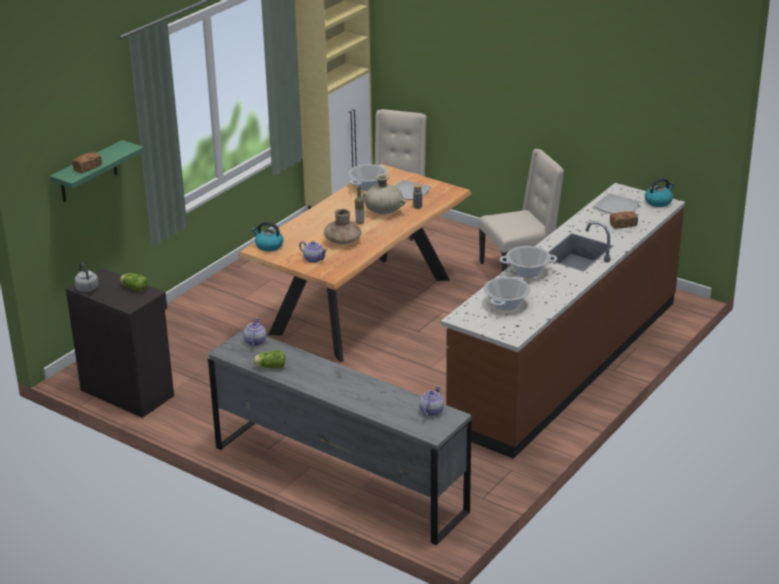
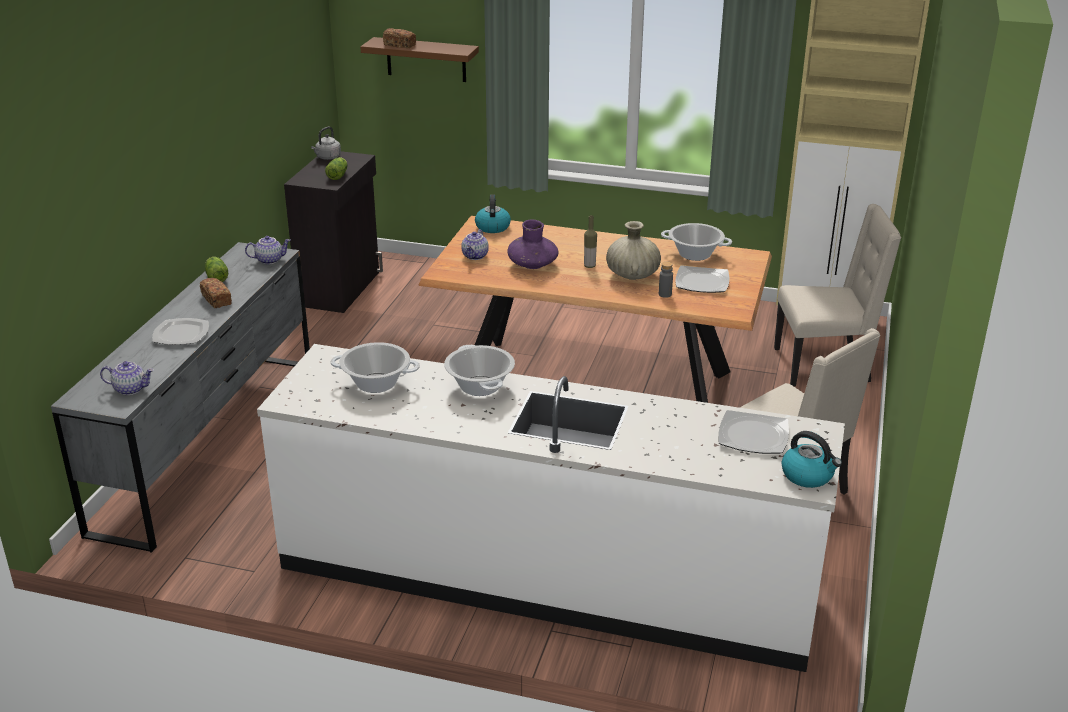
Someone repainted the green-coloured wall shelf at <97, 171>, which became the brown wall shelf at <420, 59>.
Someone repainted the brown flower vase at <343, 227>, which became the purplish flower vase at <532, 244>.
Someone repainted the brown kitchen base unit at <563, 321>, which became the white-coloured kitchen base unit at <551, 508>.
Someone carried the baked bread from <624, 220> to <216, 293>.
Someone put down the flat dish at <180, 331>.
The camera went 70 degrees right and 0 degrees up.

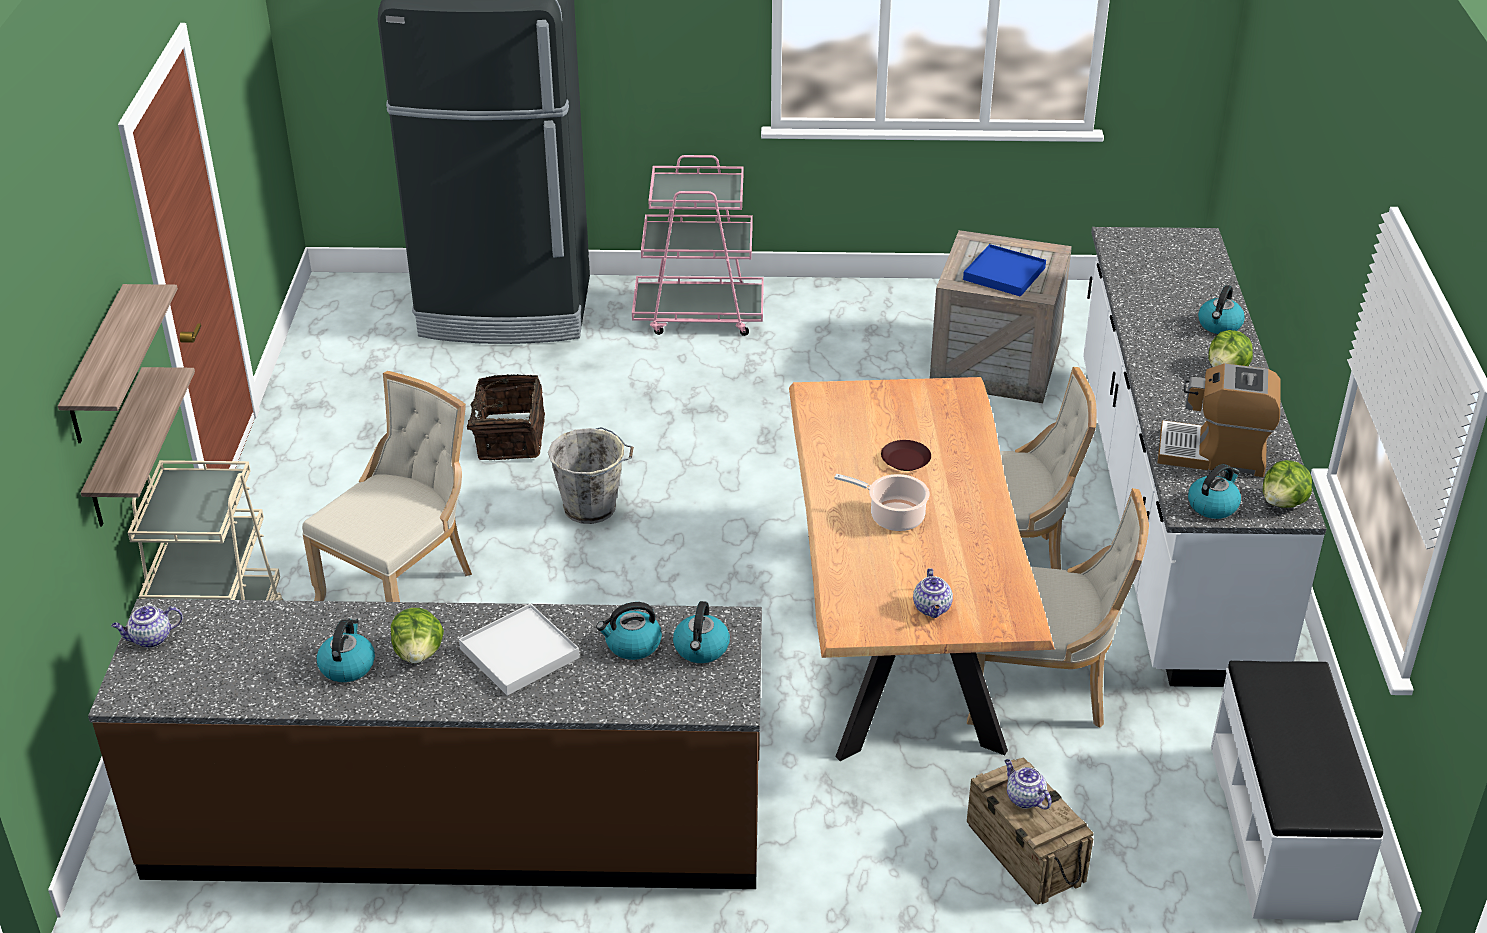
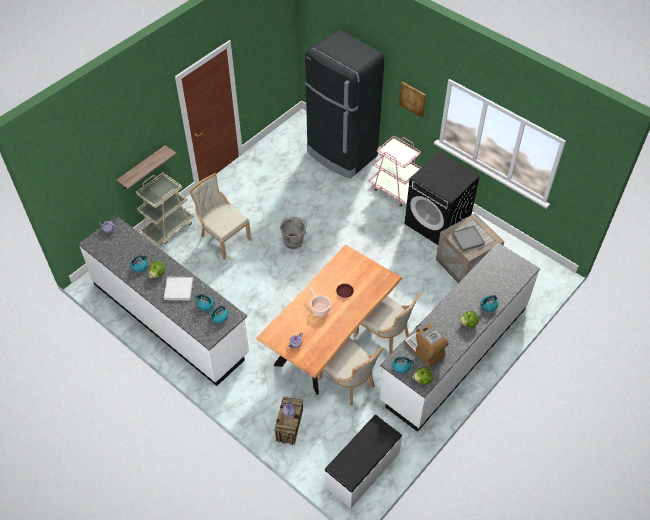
Someone took away the wall shelf at <118, 363>.
Someone repainted the brown kitchen base unit at <425, 744>, which became the white-coloured kitchen base unit at <164, 301>.
Someone rotated the beige-coloured upright chair at <387, 486> by 120 degrees counterclockwise.
Someone took away the household basket at <506, 417>.
Someone repainted the bluish serving tray at <1004, 270>, which became the greyish serving tray at <468, 239>.
Someone put up the picture at <412, 99>.
Someone put down the black-coloured washing machine at <442, 198>.
The camera went 40 degrees right and 15 degrees up.

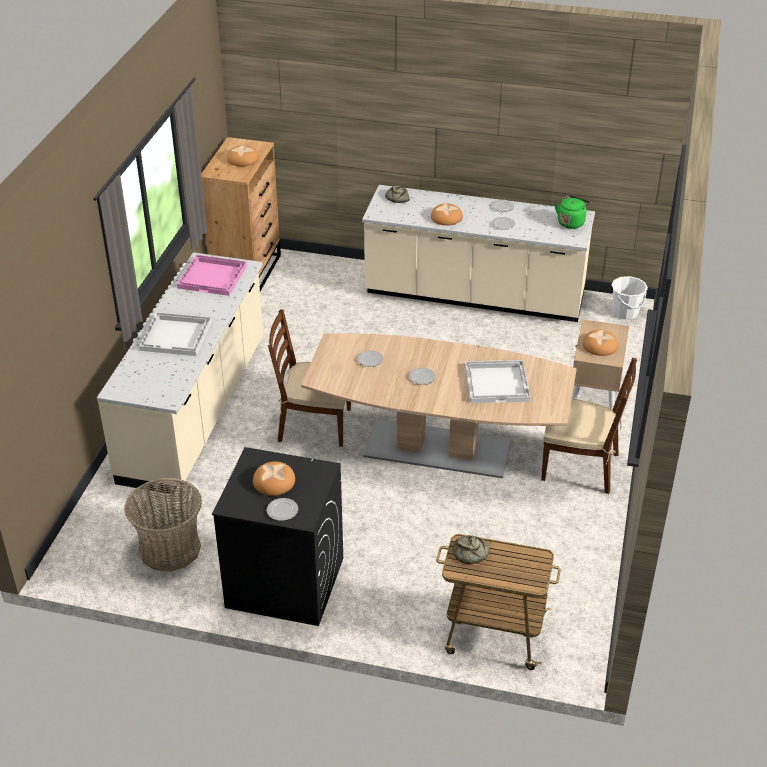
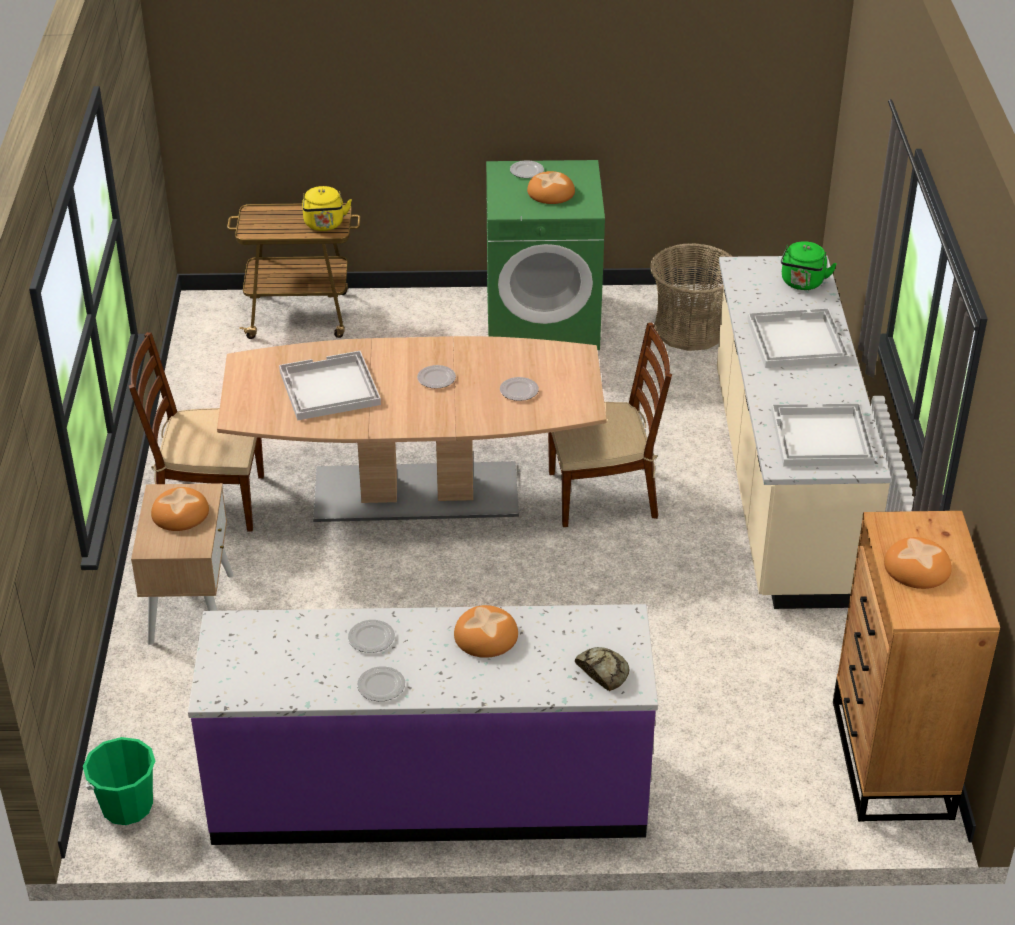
Someone repainted the pinkish serving tray at <212, 275>, which became the white-coloured serving tray at <823, 435>.
Someone repainted the black-coloured washing machine at <277, 536>, which became the green-coloured washing machine at <545, 255>.
Someone repainted the beige-coloured kitchen base unit at <478, 253>, which became the purplish kitchen base unit at <423, 724>.
Someone swapped the baked bread at <471, 549> for the yellow water kettle at <327, 208>.
Someone carried the green-coloured water kettle from <572, 212> to <809, 265>.
Someone repainted the white-coloured water bucket at <630, 298>, which became the green-coloured water bucket at <119, 781>.
The camera went 165 degrees right and 0 degrees up.

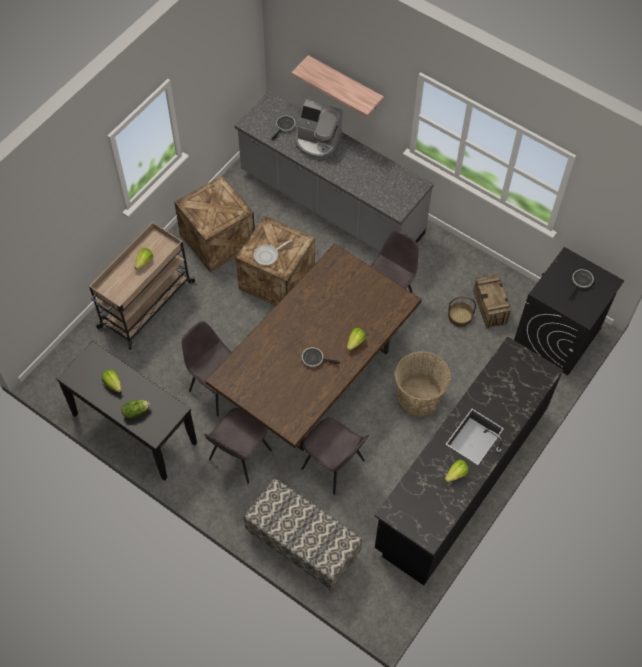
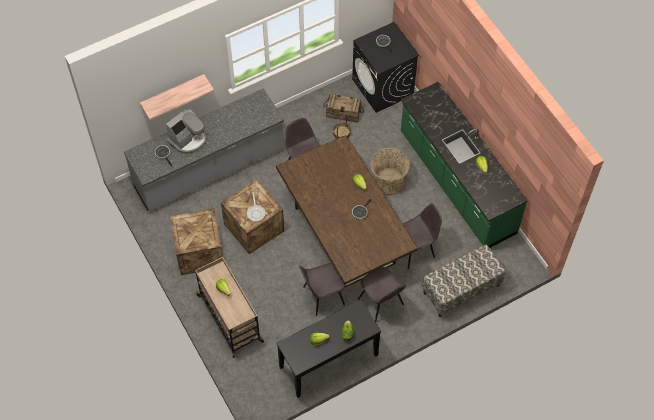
Someone repainted the black-coloured kitchen base unit at <469, 460>, which became the green-coloured kitchen base unit at <464, 165>.
The camera went 65 degrees left and 0 degrees up.

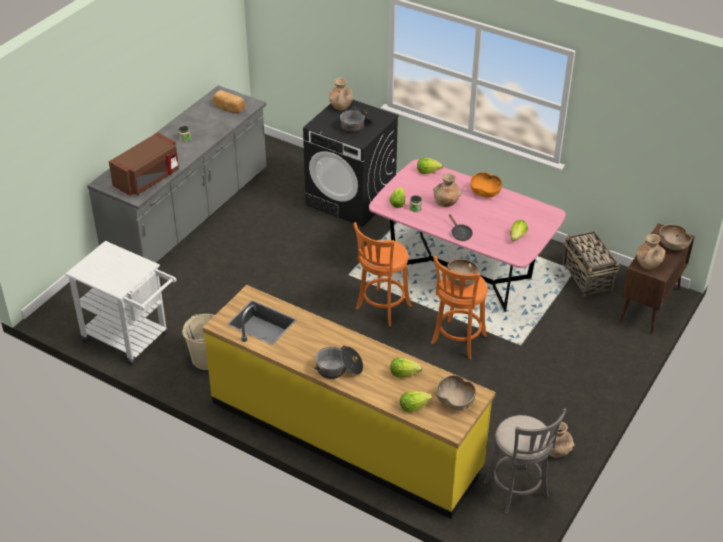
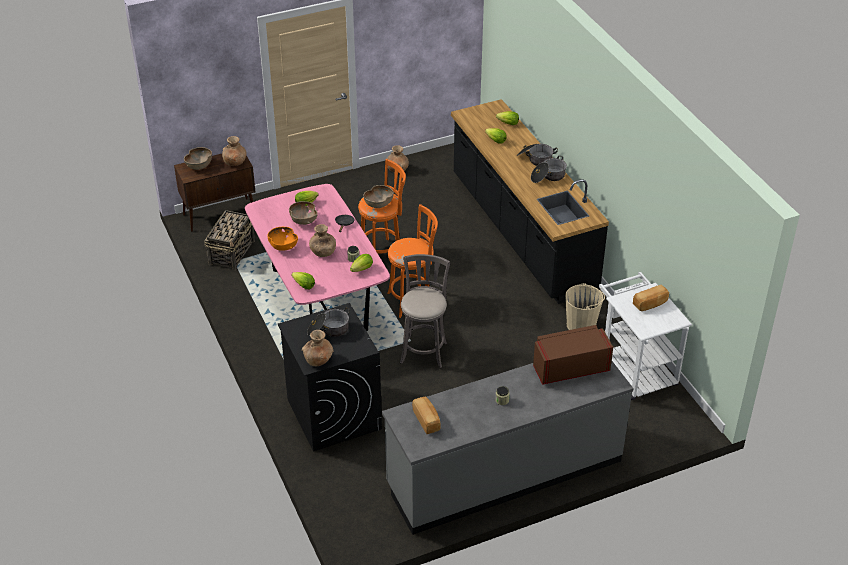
Someone repainted the yellow kitchen base unit at <349, 402>, which became the black-coloured kitchen base unit at <530, 201>.
Someone carried the brown serving bowl from <456, 393> to <303, 213>.
Someone carried the greyish stool seat from <525, 461> to <425, 311>.
Someone put down the cooking pot at <549, 169>.
Someone put down the baked bread at <651, 298>.
The camera went 145 degrees left and 0 degrees up.

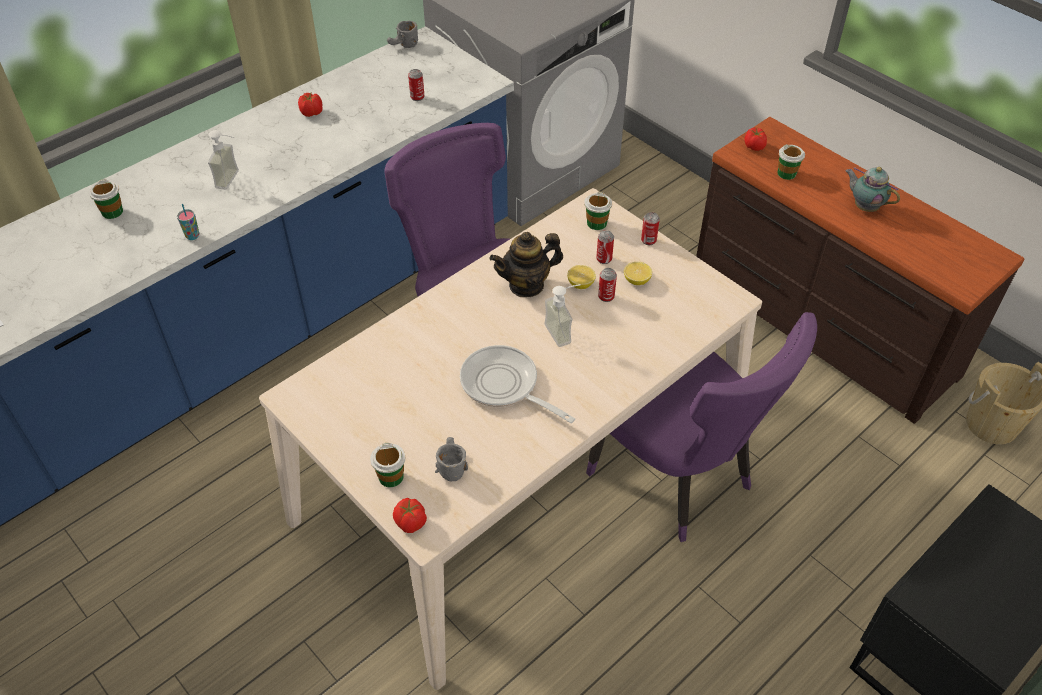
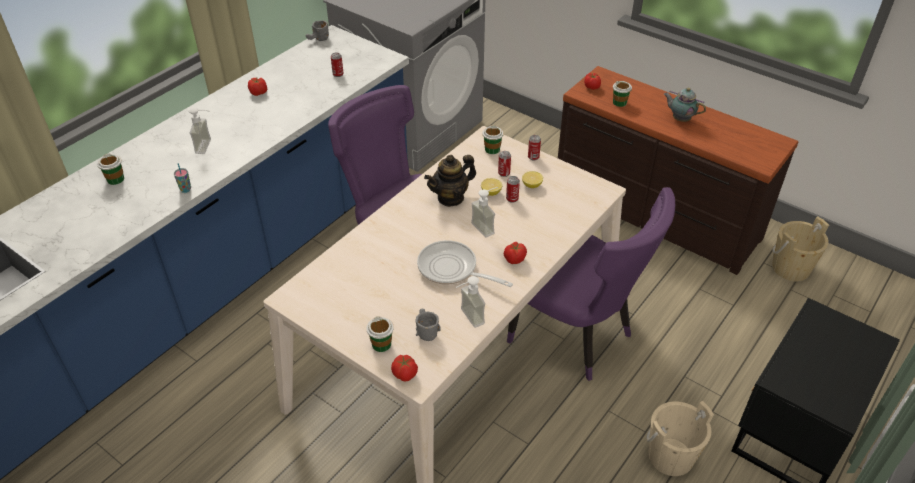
Someone put down the liquid soap bottle at <470, 302>.
Someone put down the tomato at <515, 253>.
Someone put down the beige-coloured water bucket at <680, 438>.
The camera went 10 degrees left and 5 degrees down.

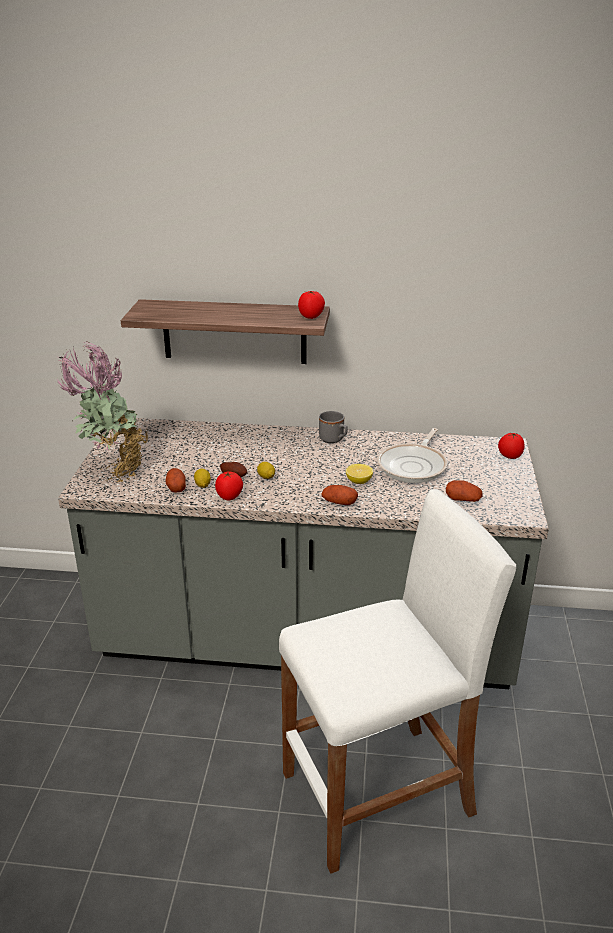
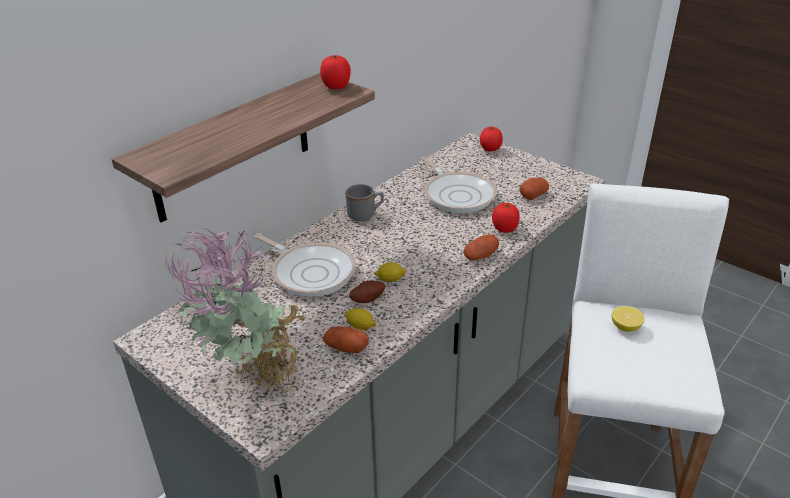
Someone carried the tomato from <229, 485> to <506, 218>.
Someone carried the lemon from <359, 474> to <628, 319>.
Someone put down the pan at <305, 265>.
The camera went 55 degrees left and 5 degrees up.

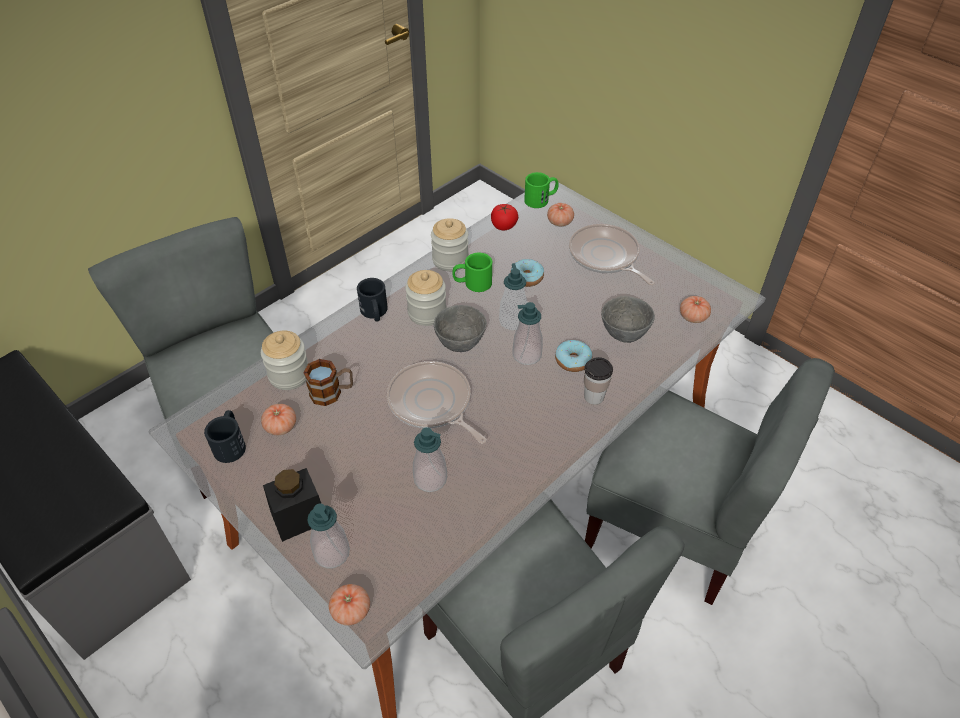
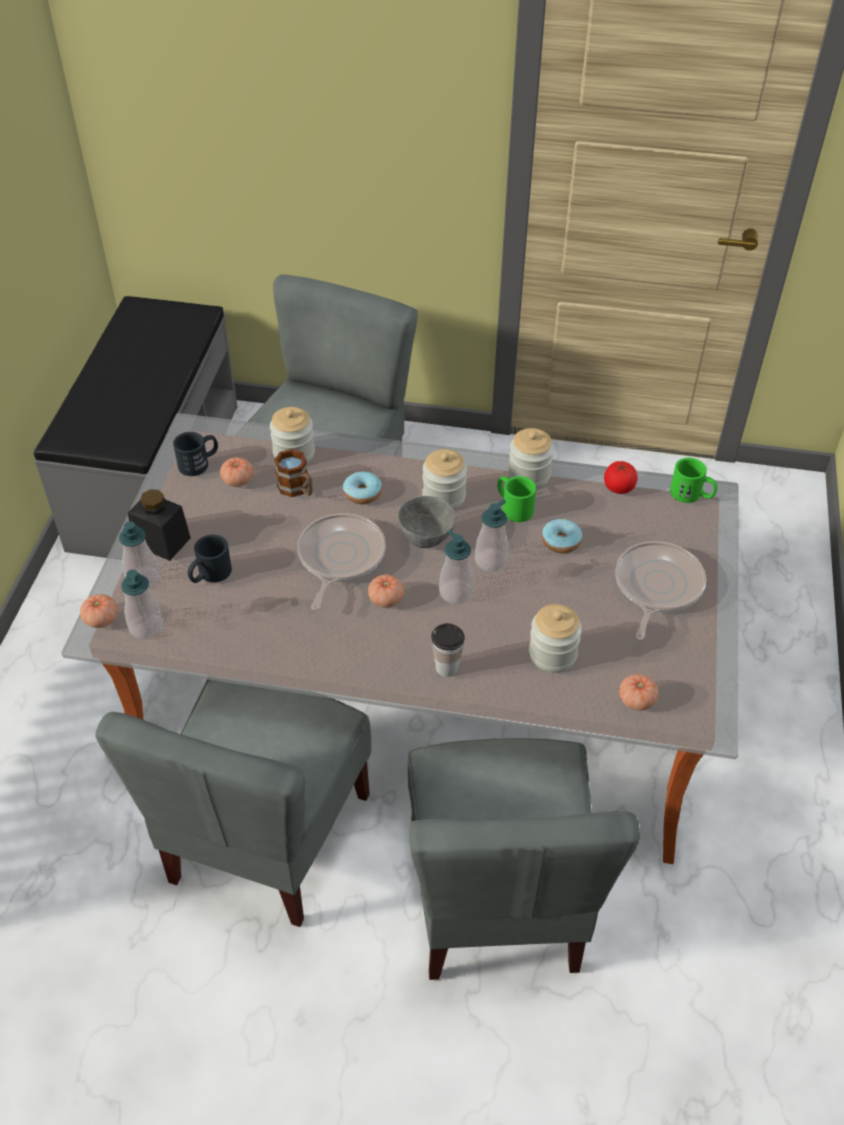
Someone carried the black-coloured coffee mug from <372, 299> to <210, 559>.
Someone carried the liquid soap bottle from <430, 459> to <142, 604>.
Someone carried the tomato from <560, 214> to <386, 591>.
Someone carried the doughnut from <573, 356> to <362, 487>.
Someone swapped the greyish serving bowl at <628, 319> for the jar at <555, 638>.
The camera went 55 degrees right and 0 degrees up.

